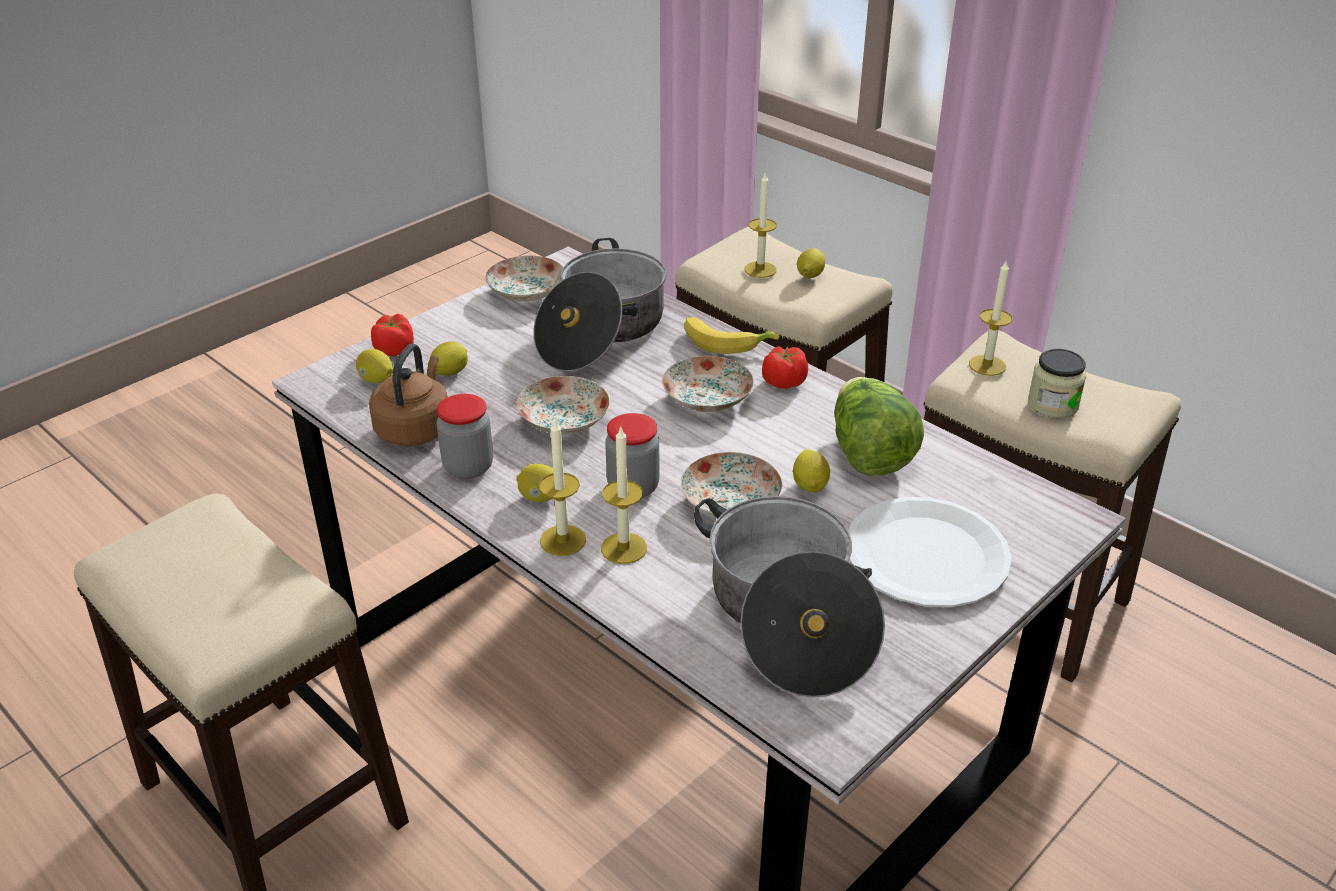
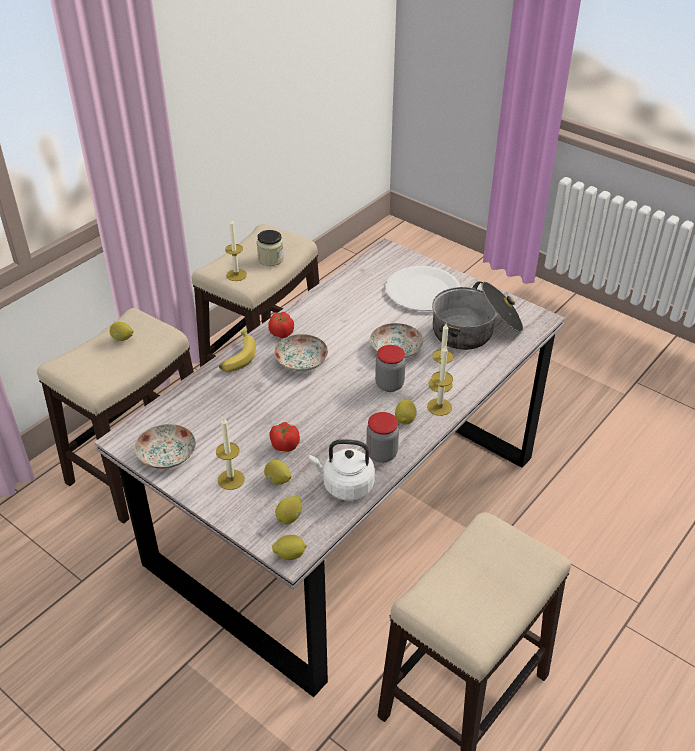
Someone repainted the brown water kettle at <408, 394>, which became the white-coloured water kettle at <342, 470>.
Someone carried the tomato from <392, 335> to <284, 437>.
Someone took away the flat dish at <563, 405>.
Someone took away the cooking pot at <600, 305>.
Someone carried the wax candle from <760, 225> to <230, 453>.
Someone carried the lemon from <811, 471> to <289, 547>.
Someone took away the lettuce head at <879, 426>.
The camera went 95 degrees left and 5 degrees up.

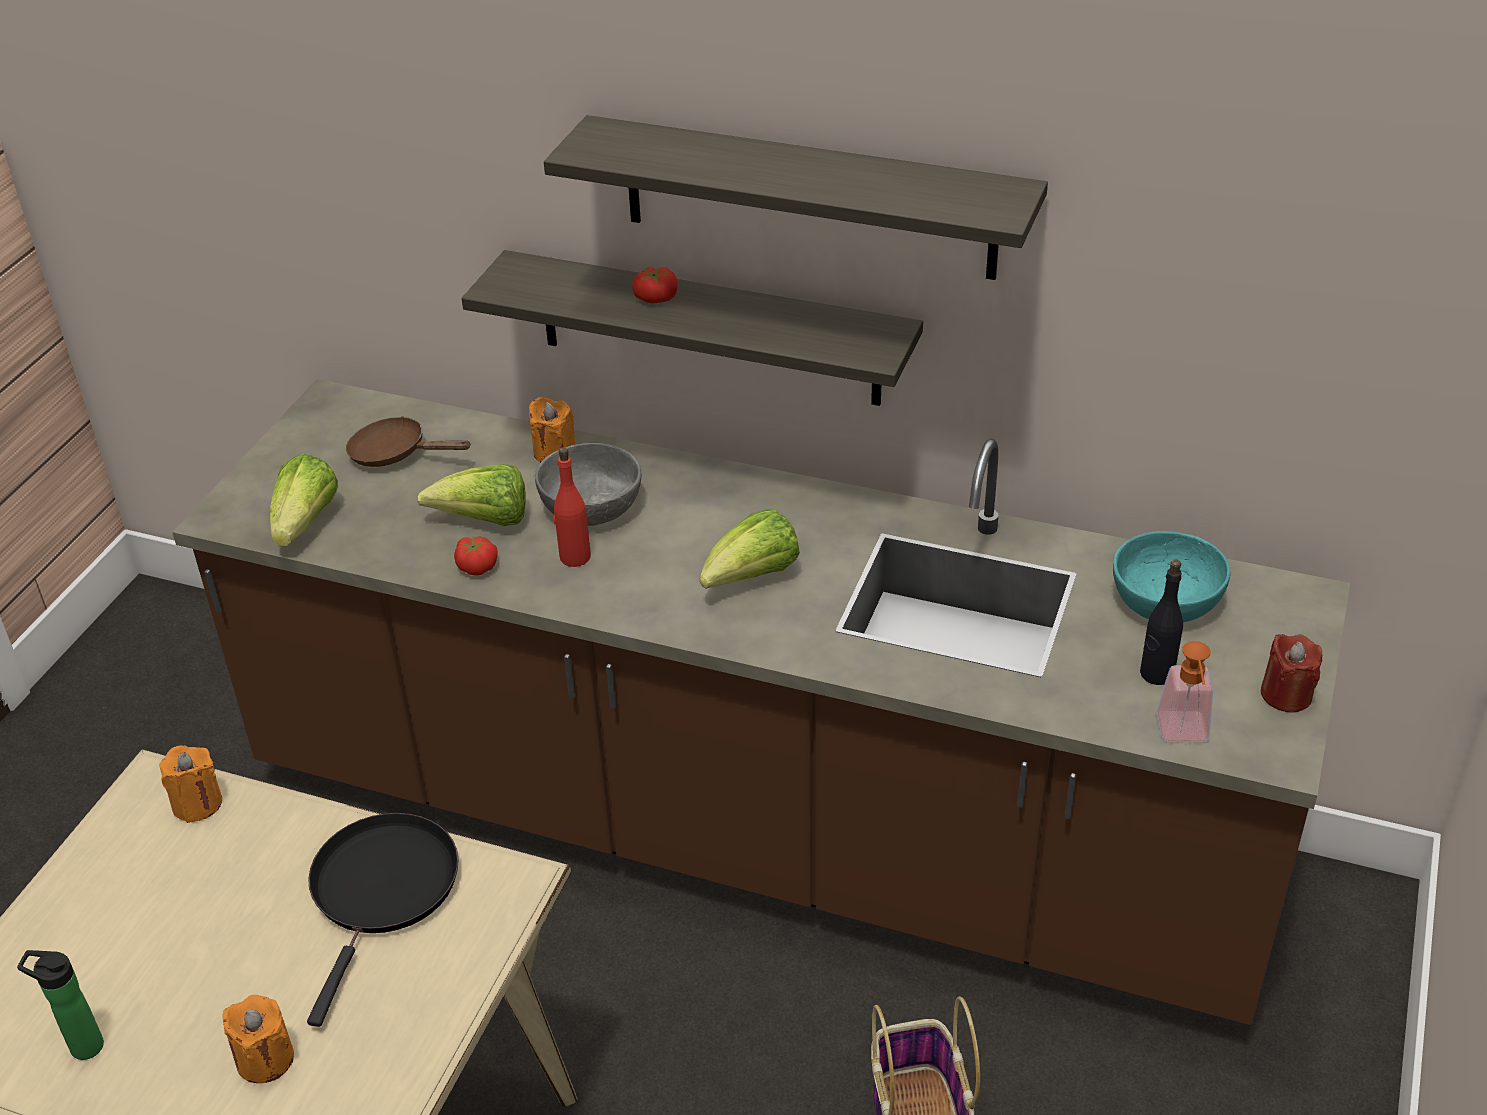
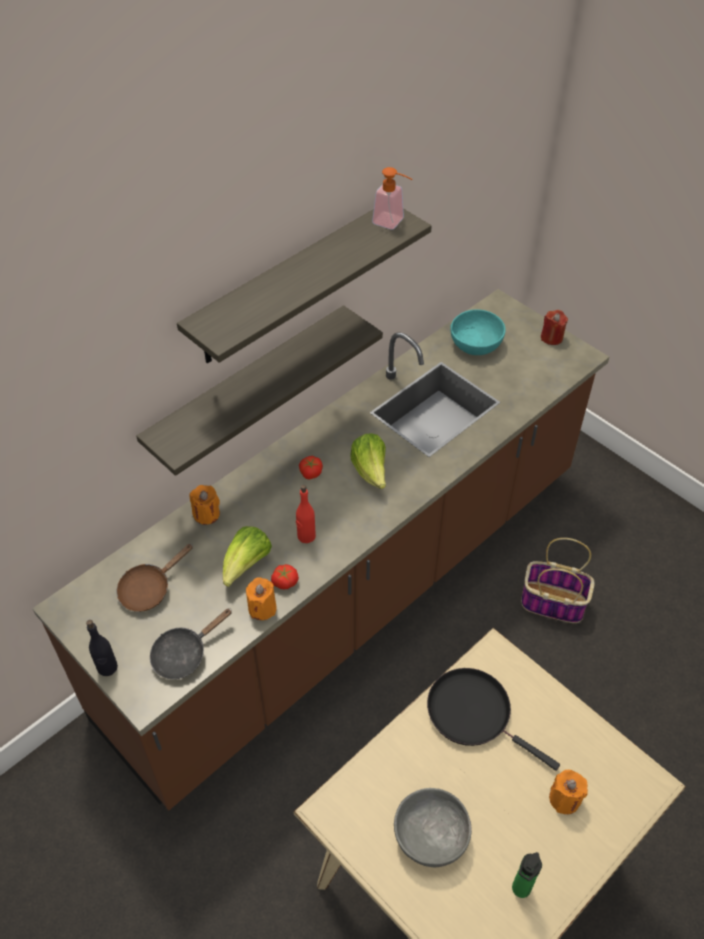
Someone carried the orange-coloured wax candle from <190, 784> to <261, 598>.
Someone swapped the lettuce head at <304, 500> for the black-coloured pan at <191, 644>.
Someone carried the greyish serving bowl from <588, 484> to <433, 827>.
Someone carried the tomato from <654, 284> to <311, 468>.
Someone carried the black-coloured bottle from <1161, 622> to <102, 648>.
Someone carried the liquid soap bottle from <1184, 691> to <392, 198>.
The camera went 65 degrees left and 10 degrees up.

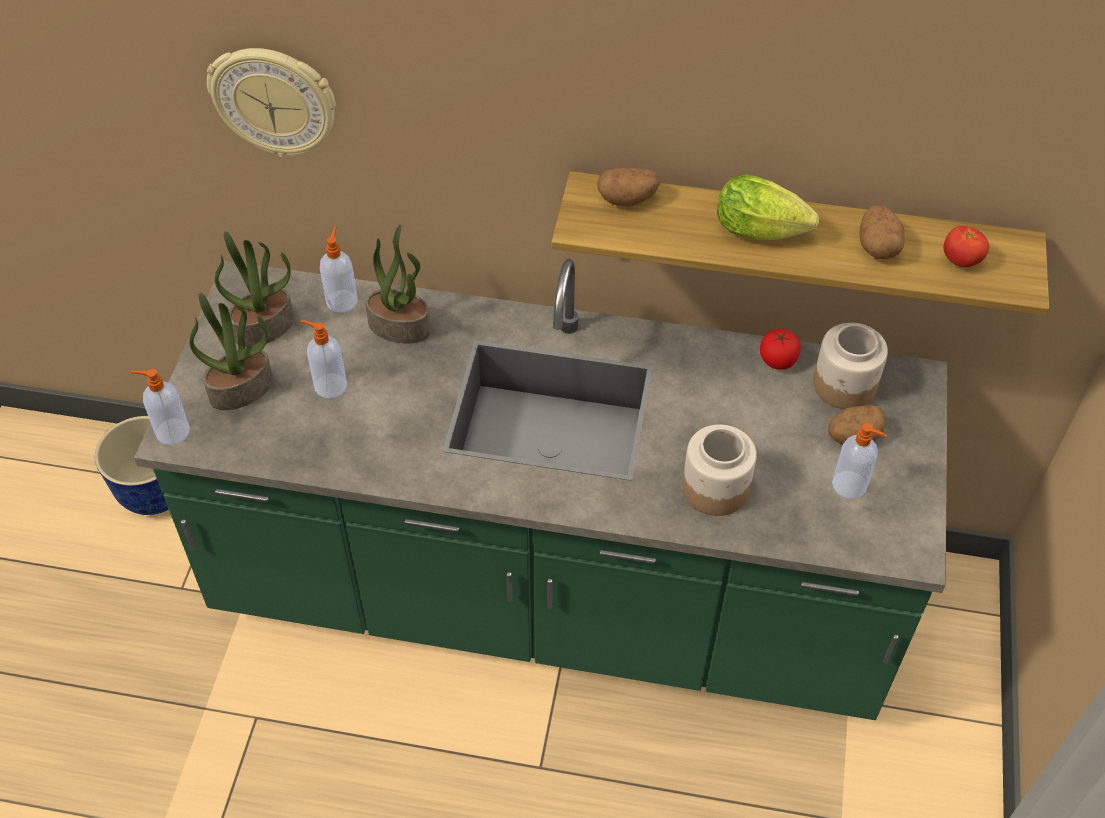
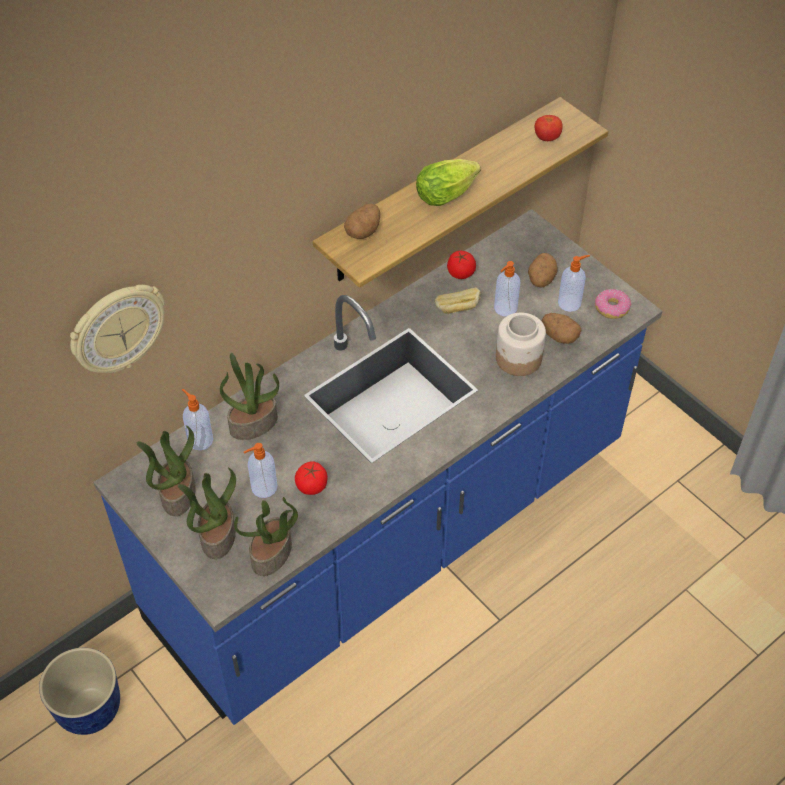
Someone carried the liquid soap bottle from <160, 407> to <507, 288>.
Someone repainted the green-coloured kitchen base unit at <541, 489>, which became the bluish kitchen base unit at <377, 467>.
Someone took away the jar at <850, 366>.
Someone carried the whole potato from <882, 232> to <561, 328>.
Someone put down the houseplant at <266, 536>.
Someone put down the tomato at <311, 478>.
Someone put down the baked bread at <458, 301>.
Someone put down the doughnut at <613, 304>.
The camera went 50 degrees left and 0 degrees up.

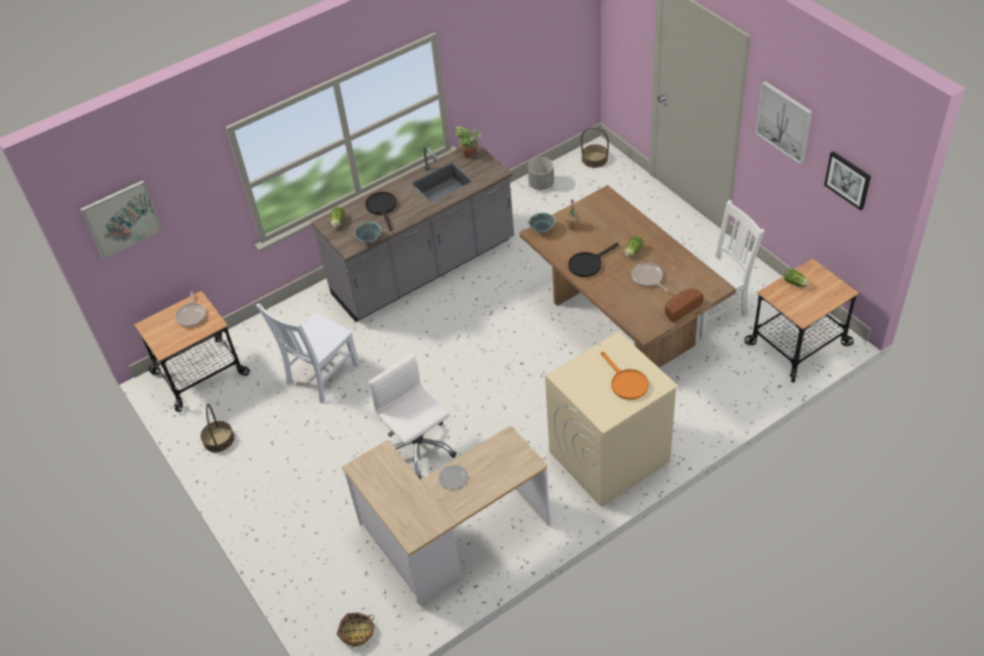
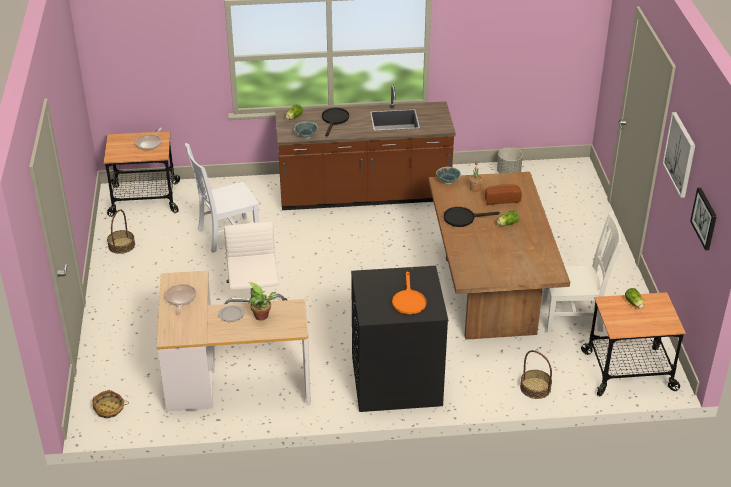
Someone took away the picture at <121, 219>.
Someone repainted the greyish kitchen base unit at <412, 233>, which became the brown kitchen base unit at <365, 147>.
Someone carried the houseplant from <468, 142> to <262, 301>.
Someone repainted the beige-coloured washing machine at <611, 419>, which became the black-coloured washing machine at <399, 339>.
Someone carried the household basket from <595, 147> to <536, 374>.
Someone carried the pan from <649, 277> to <180, 299>.
Someone carried the baked bread from <684, 305> to <503, 194>.
The camera went 25 degrees right and 10 degrees down.

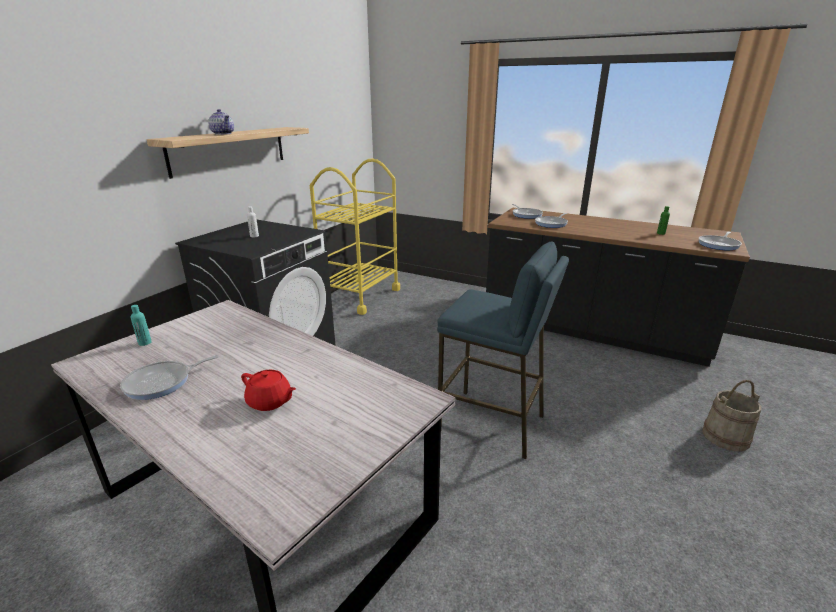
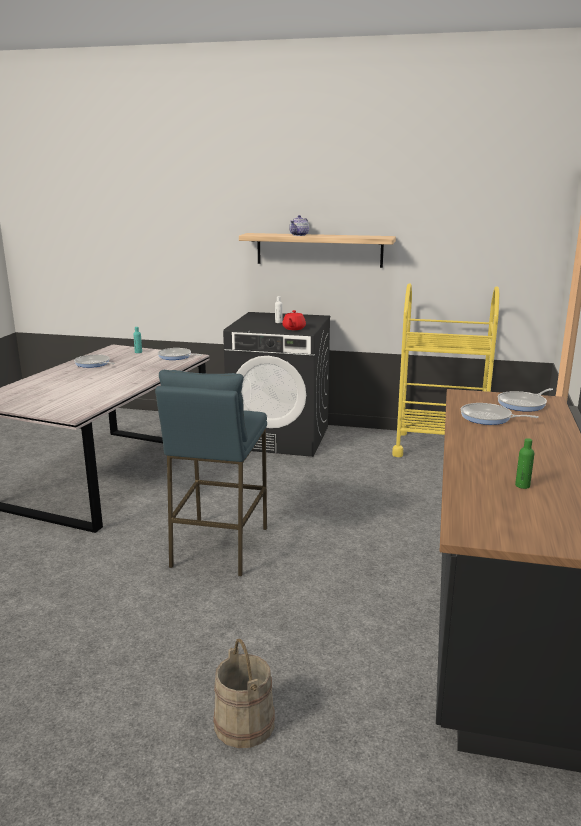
Someone carried the red-coloured pot for tea from <268, 390> to <294, 320>.
Someone carried the pan from <720, 241> to <180, 354>.
The camera went 75 degrees right and 5 degrees down.

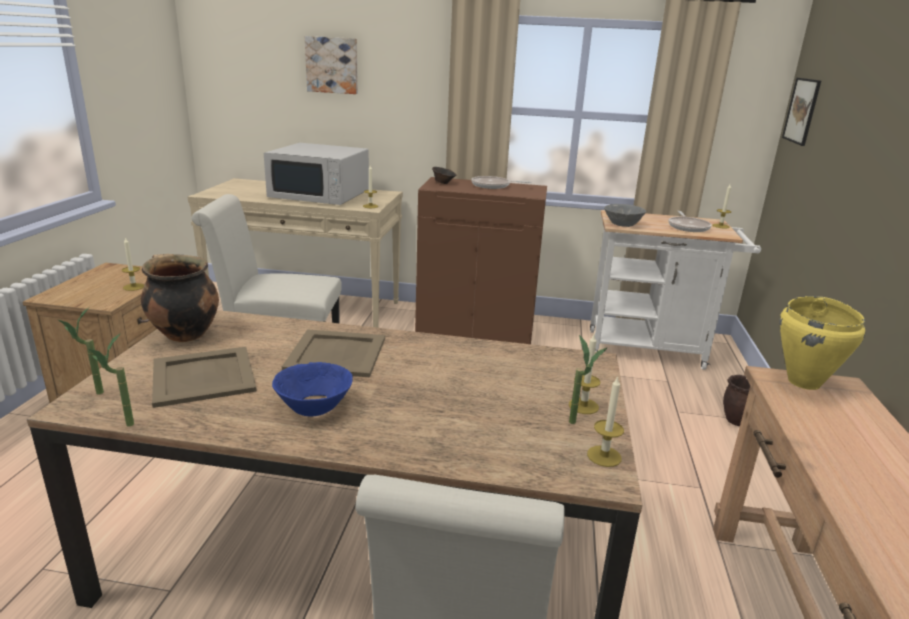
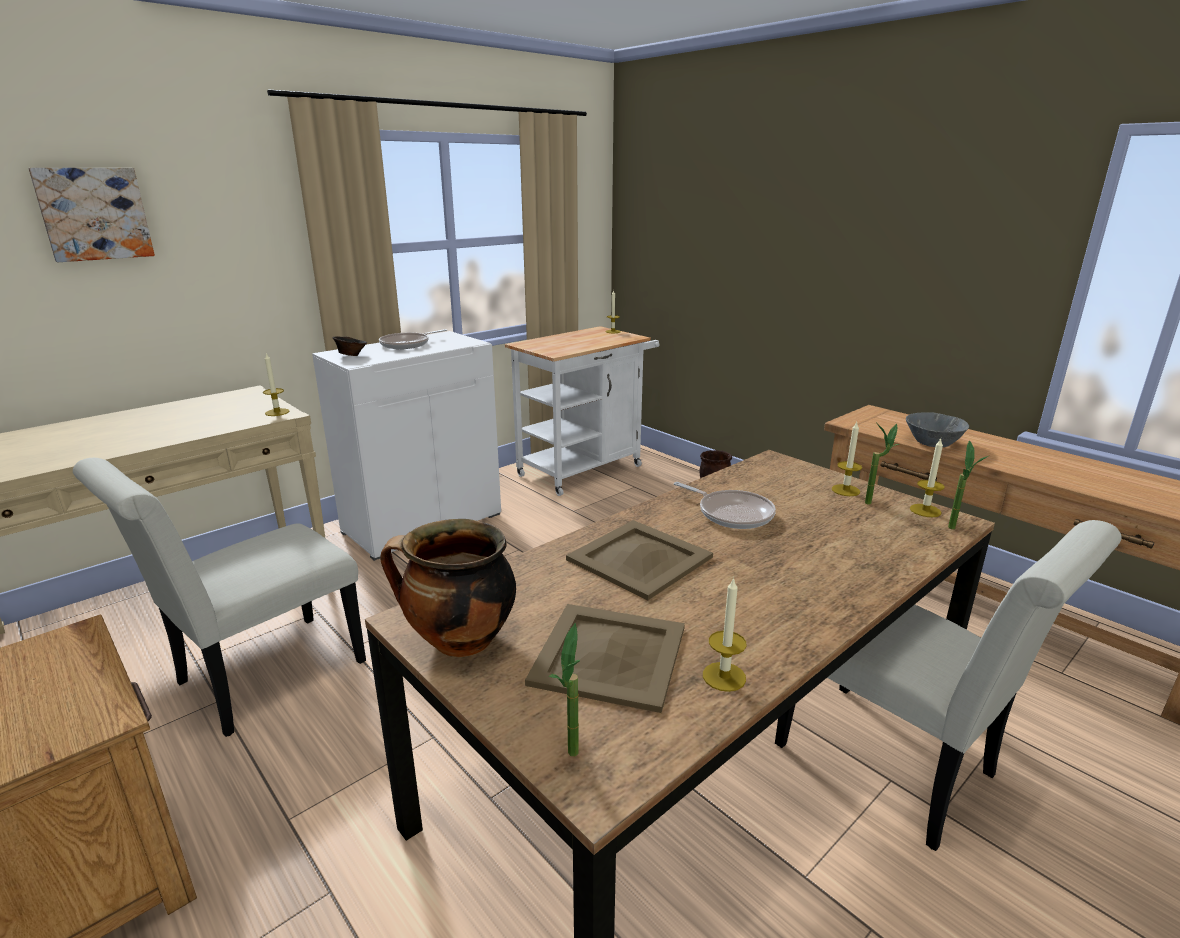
Someone carried the houseplant from <111, 379> to <969, 484>.
Someone carried the wax candle from <133, 264> to <725, 634>.
Someone took away the white-coloured microwave oven at <316, 174>.
Someone took away the bluish serving bowl at <312, 389>.
Someone repainted the brown cupboard at <481, 260>, which became the white-coloured cupboard at <406, 446>.
Someone carried the greyish serving bowl from <625, 215> to <937, 430>.
Someone carried the pan from <690, 221> to <725, 505>.
Someone took away the yellow cooking pot at <822, 343>.
Someone took away the picture at <801, 112>.
The camera went 50 degrees left and 0 degrees up.

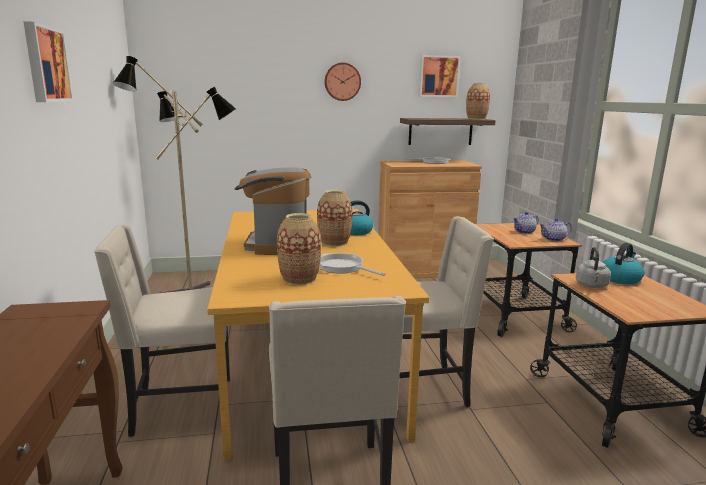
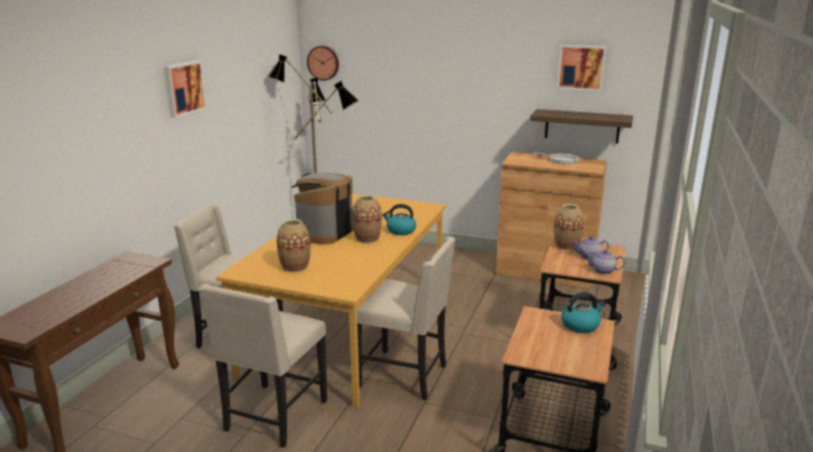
Someone took away the pan at <352, 264>.
Someone carried the wall clock from <342, 82> to <323, 63>.
Someone carried the flower vase from <478, 101> to <569, 227>.
Someone took away the greyish water kettle at <593, 267>.
The camera went 30 degrees right and 5 degrees up.

